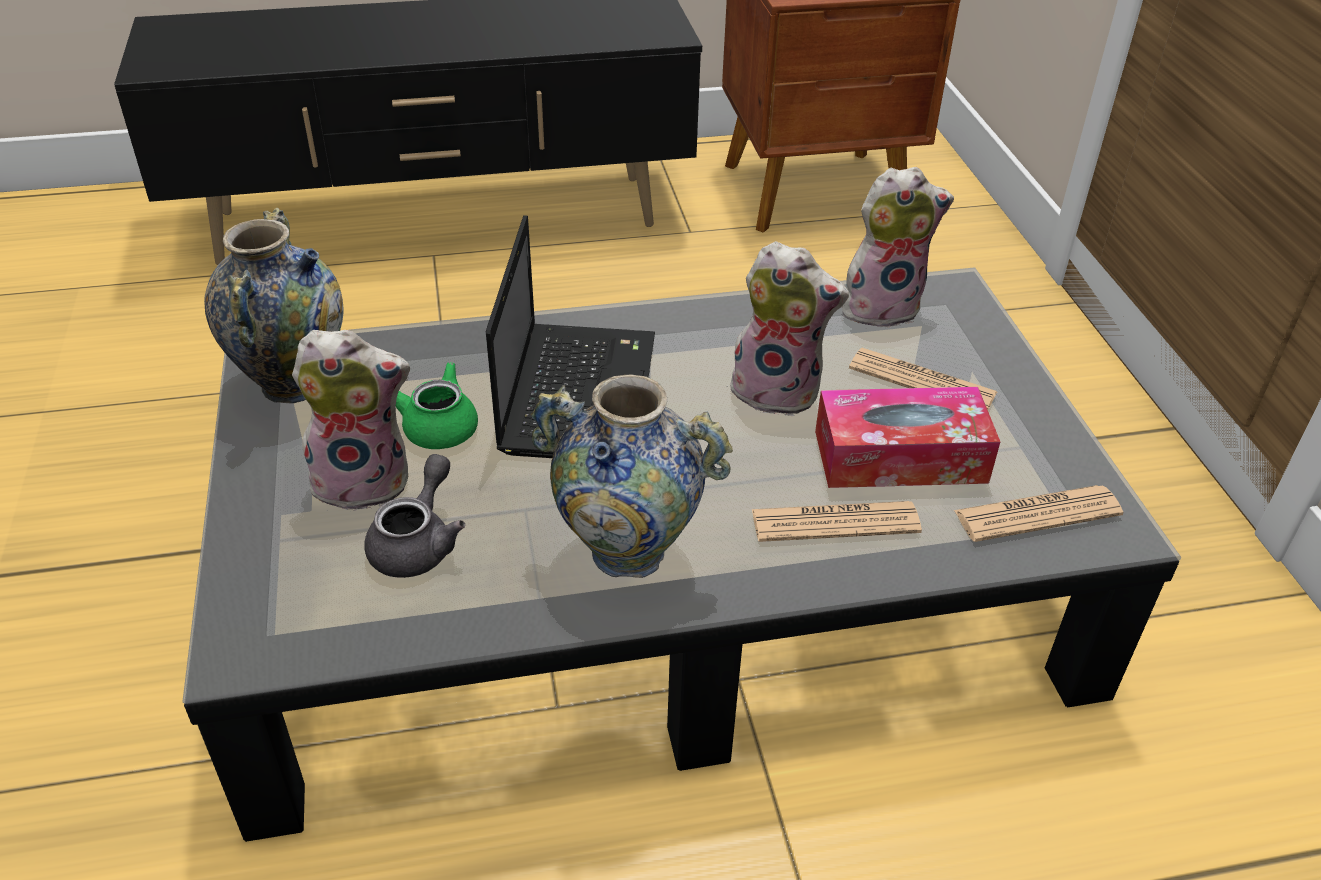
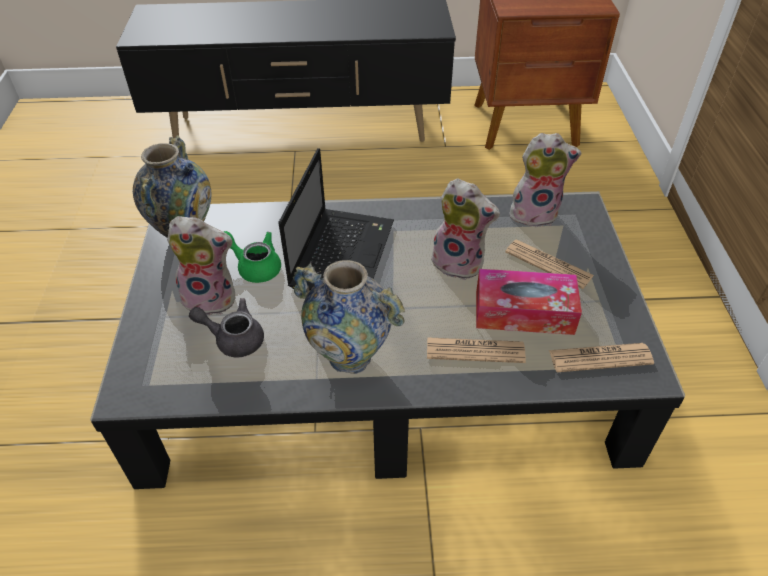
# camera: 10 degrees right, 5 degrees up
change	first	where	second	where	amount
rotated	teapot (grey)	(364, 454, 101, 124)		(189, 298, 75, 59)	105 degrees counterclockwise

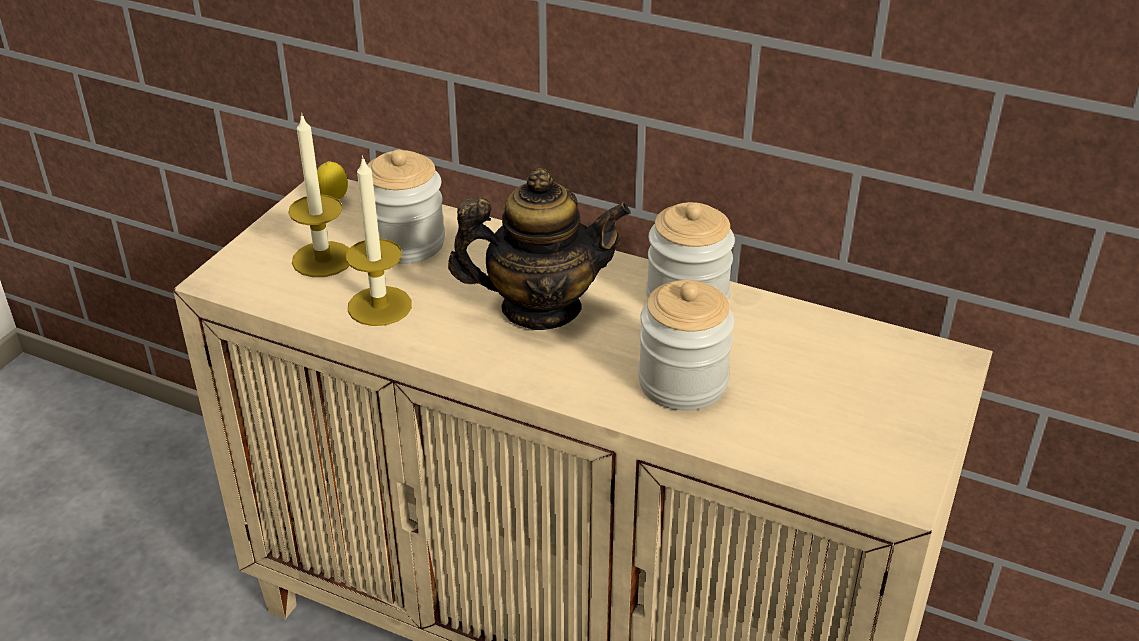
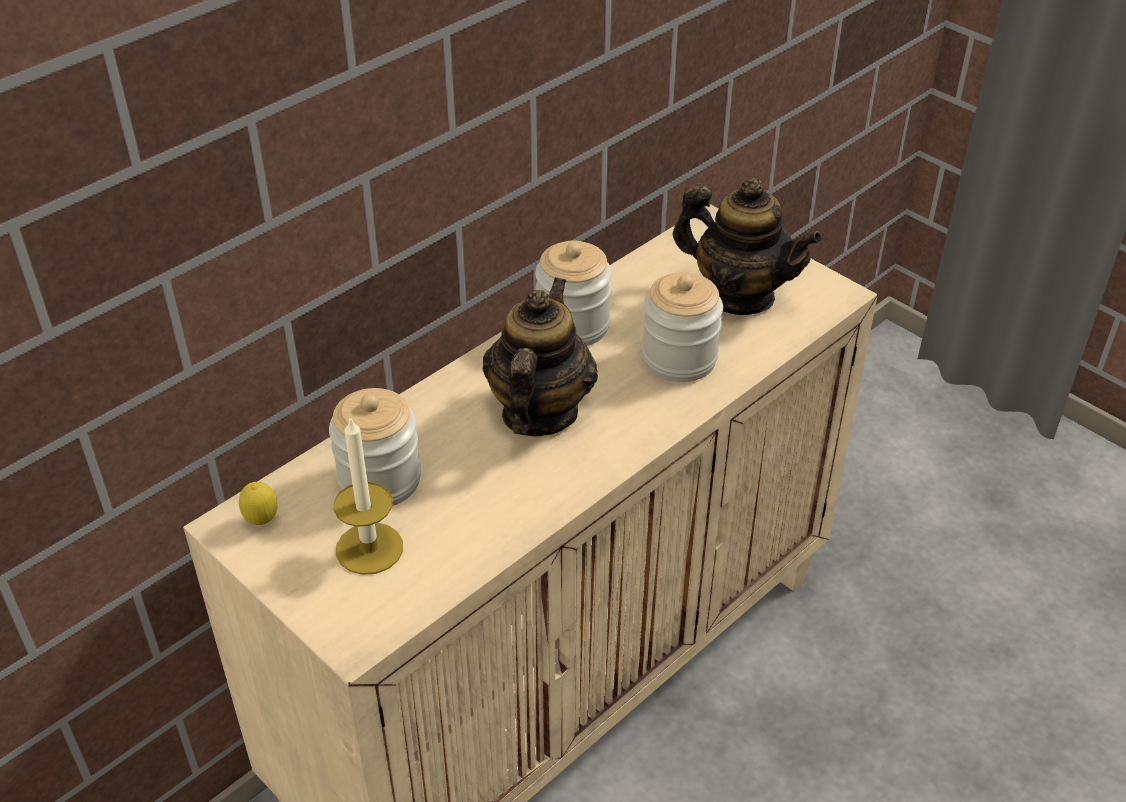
# camera: 70 degrees left, 5 degrees up
change	first	where	second	where	amount
gone	candle	(346, 155, 66, 171)			
new			teapot	(673, 178, 149, 137)	

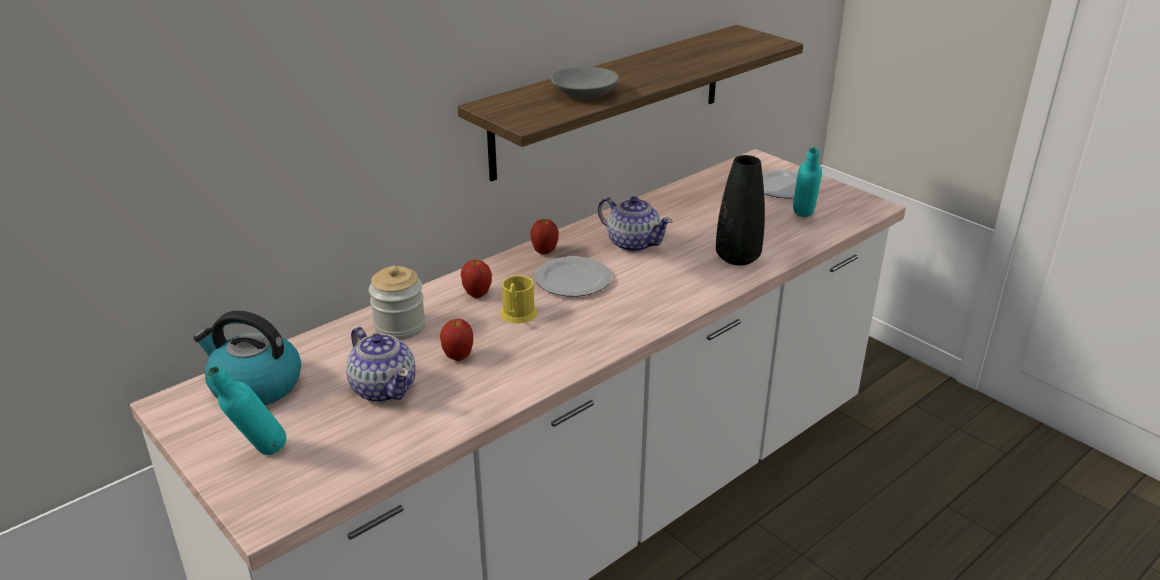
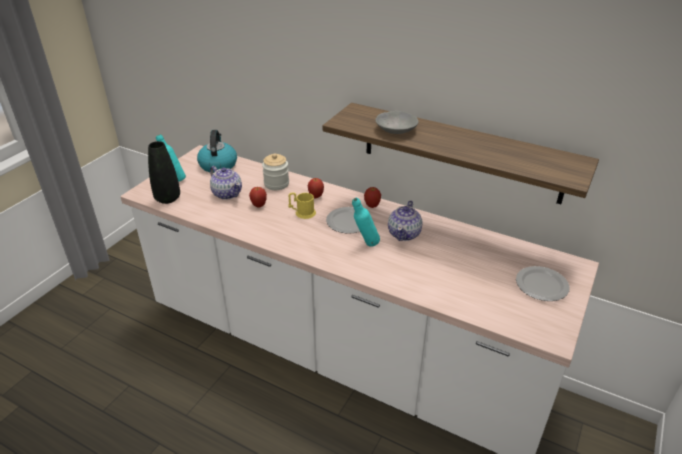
# camera: 70 degrees right, 5 degrees up
change	first	where	second	where	amount
shifted	bottle (turquoise)	(793, 147, 29, 70)		(352, 198, 28, 49)	
shifted	vase (black)	(716, 155, 49, 111)		(148, 141, 32, 63)	
rotated	teapot	(346, 327, 70, 76)		(210, 166, 32, 34)	75 degrees counterclockwise

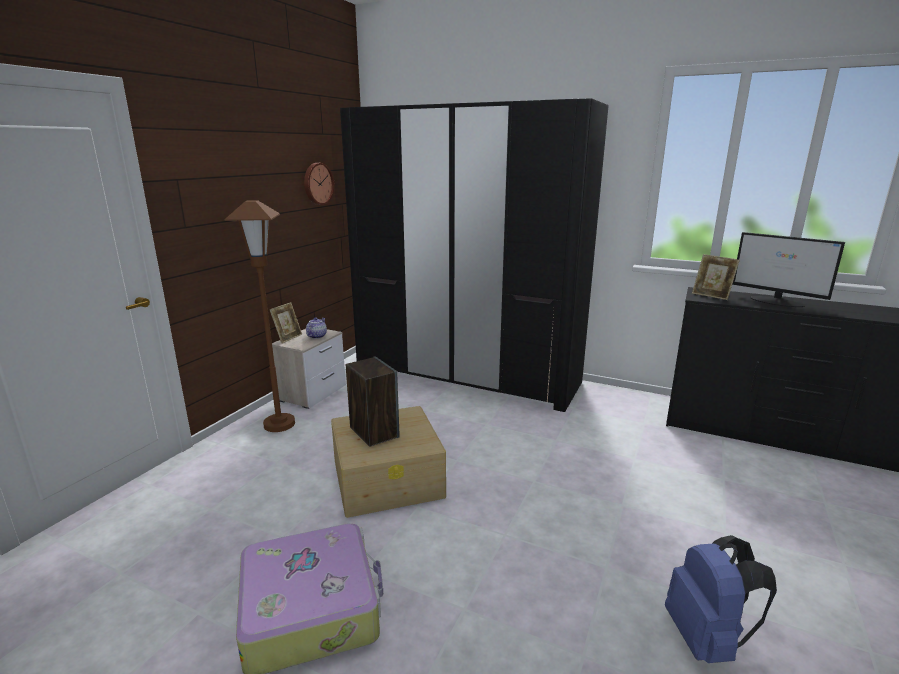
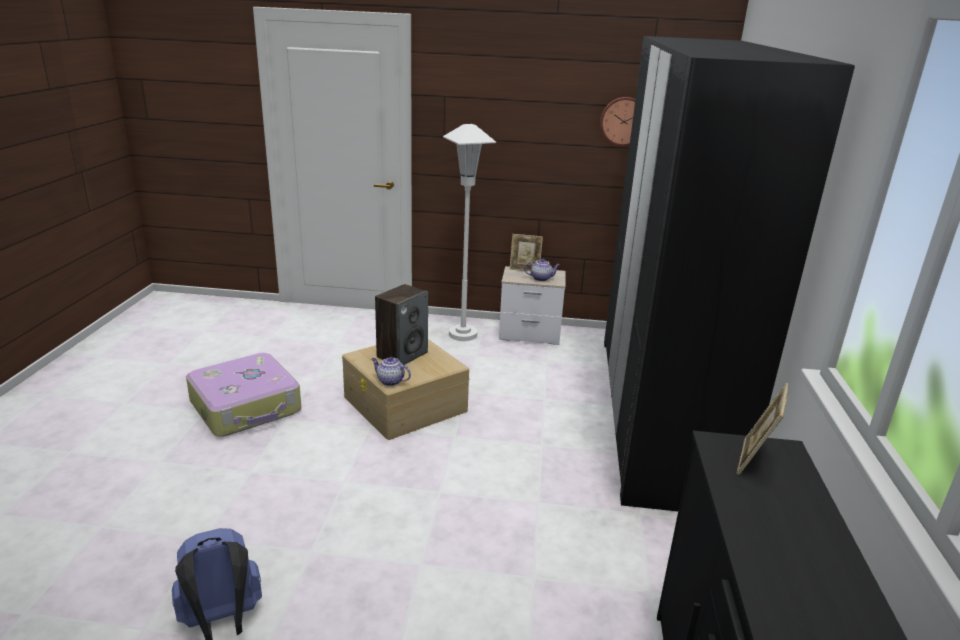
# camera: 70 degrees right, 5 degrees up
change	first	where	second	where	amount
repainted	floor lamp (brown)	(224, 200, 71, 232)	floor lamp (white)	(443, 124, 53, 217)	
gone	monitor	(732, 232, 113, 75)			
new			teapot	(371, 357, 40, 29)	

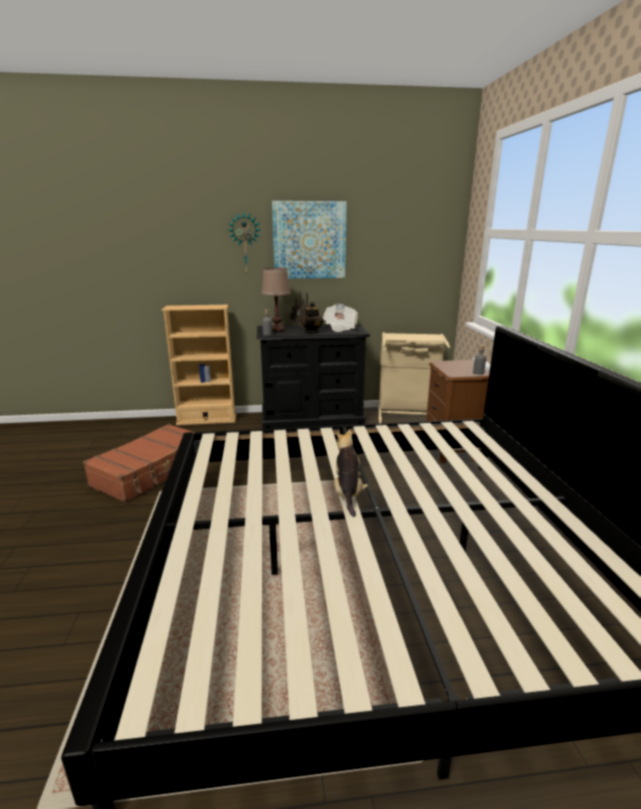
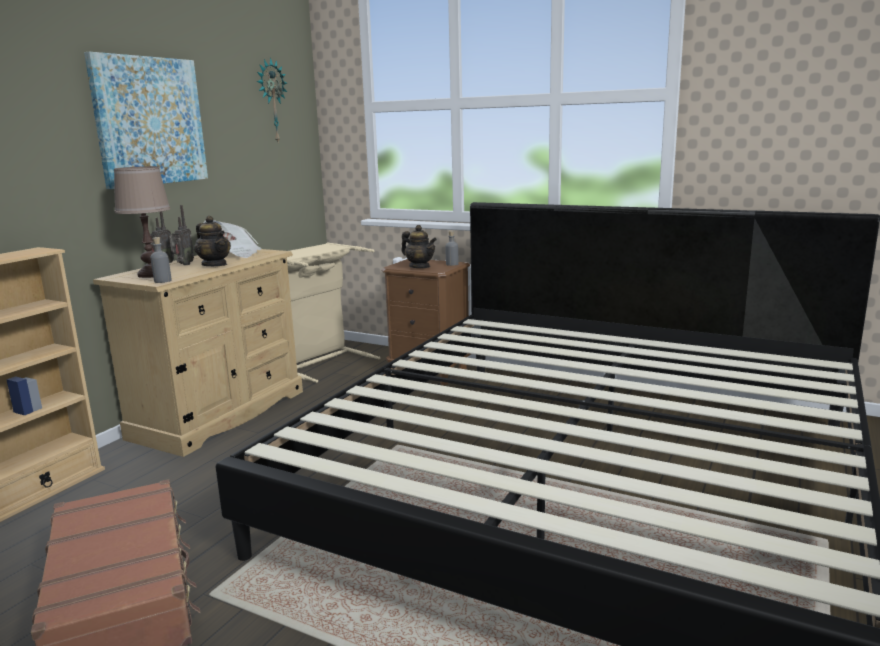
# camera: 55 degrees left, 5 degrees down
change	first	where	second	where	amount
shifted	wall clock	(228, 211, 32, 63)		(257, 58, 30, 84)	
repainted	dresser (black)	(257, 324, 113, 105)	dresser (beige)	(93, 249, 210, 208)	
gone	plush toy	(334, 429, 34, 88)			
new			teapot	(401, 225, 36, 43)	

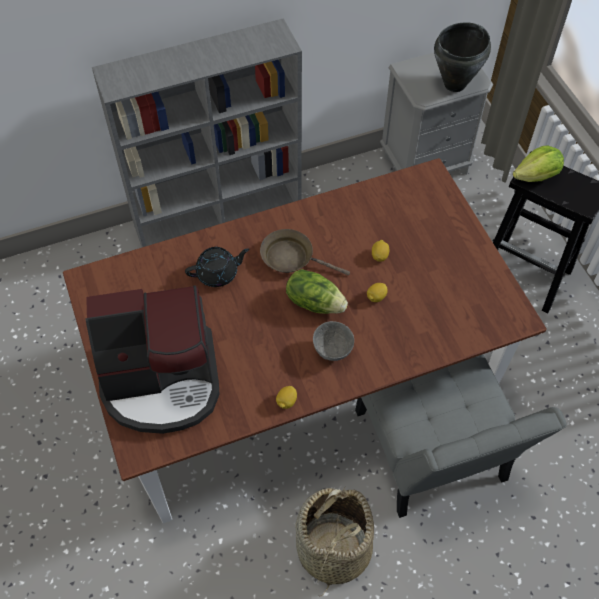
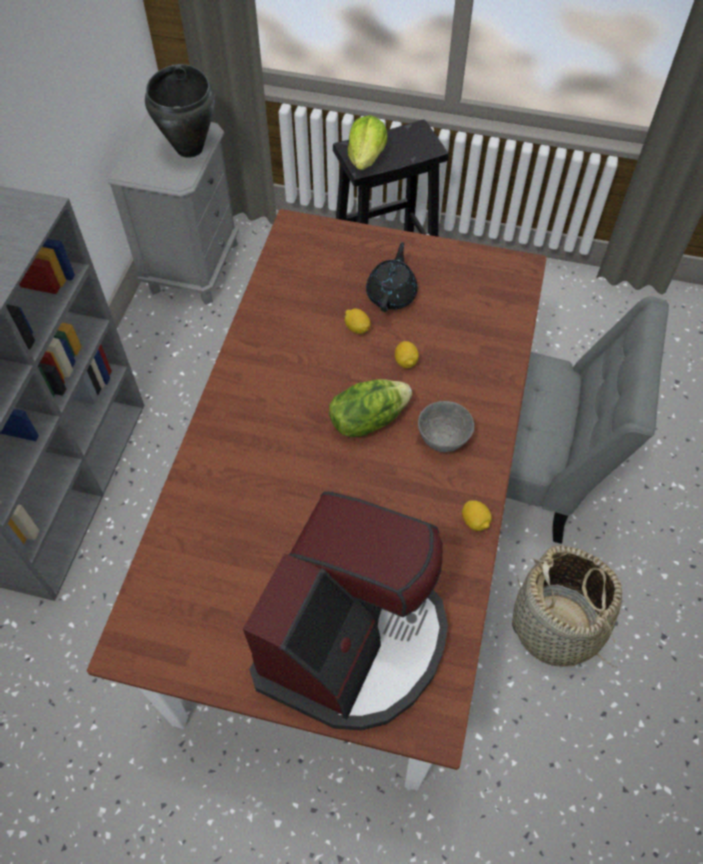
# camera: 55 degrees left, 0 degrees up
change	first	where	second	where	amount
gone	frying pan (brown)	(260, 229, 90, 46)			
shifted	teapot (black)	(185, 247, 65, 40)		(366, 242, 52, 70)	

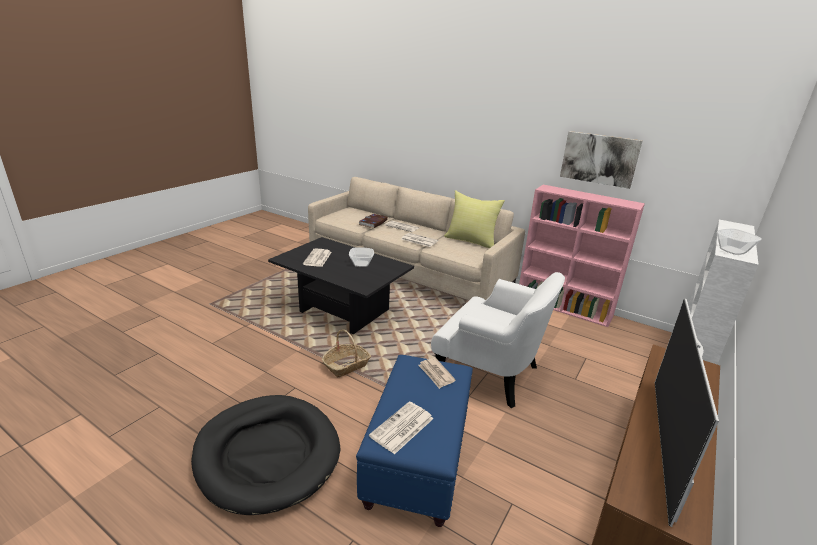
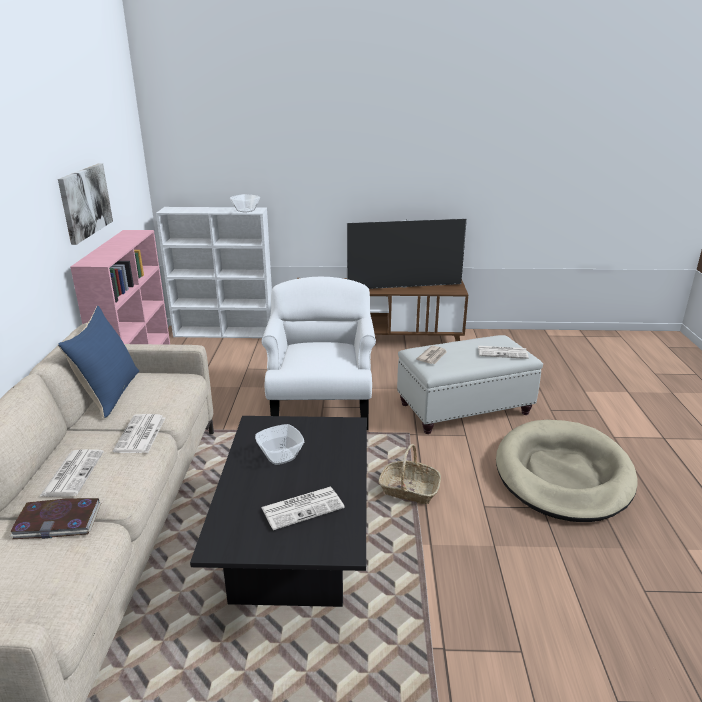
# camera: 120 degrees left, 0 degrees up
change	first	where	second	where	amount
repainted	pillow (yellow)	(444, 190, 61, 58)	pillow (blue)	(58, 306, 81, 112)	
repainted	ottoman (blue)	(356, 355, 117, 172)	ottoman (white)	(397, 335, 146, 99)	
repainted	dog bed (black)	(191, 395, 149, 120)	dog bed (beige)	(496, 420, 142, 102)	

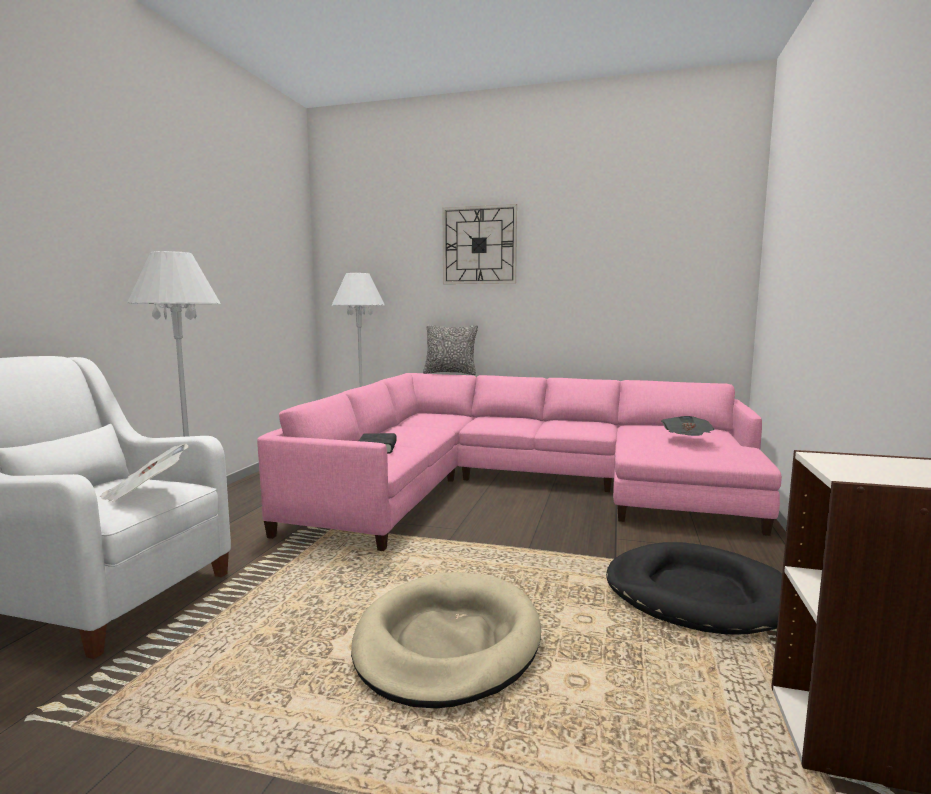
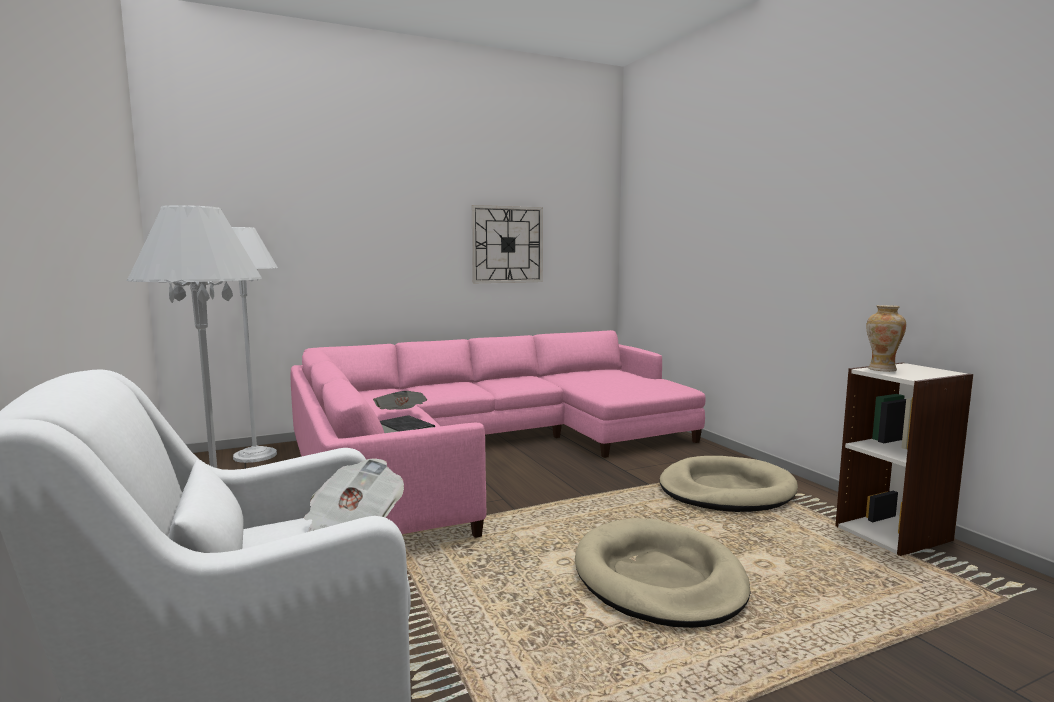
# camera: 40 degrees left, 0 degrees up
change	first	where	second	where	amount
shifted	wall clock	(443, 204, 74, 80)		(472, 205, 71, 78)	
gone	pillow	(423, 325, 55, 50)			
shifted	newspaper	(661, 416, 53, 20)		(373, 391, 55, 19)	
repainted	dog bed (black)	(606, 542, 176, 93)	dog bed (beige)	(660, 456, 138, 56)	
new			vase	(866, 305, 40, 67)	

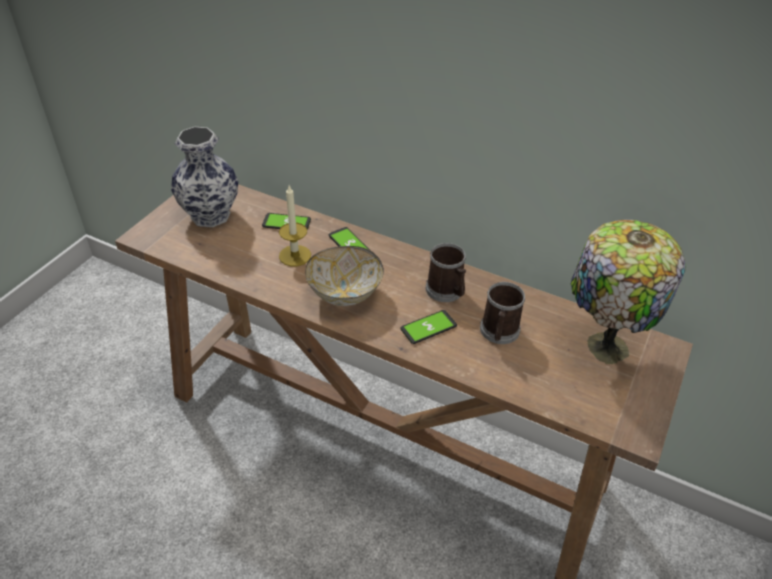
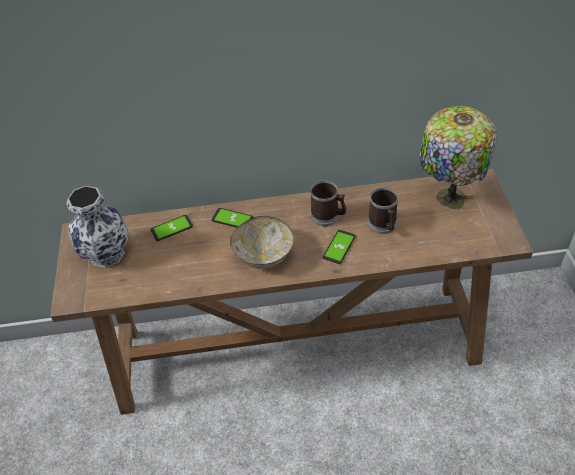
# camera: 30 degrees left, 5 degrees up
change	first	where	second	where	amount
gone	candle	(279, 185, 32, 81)			

